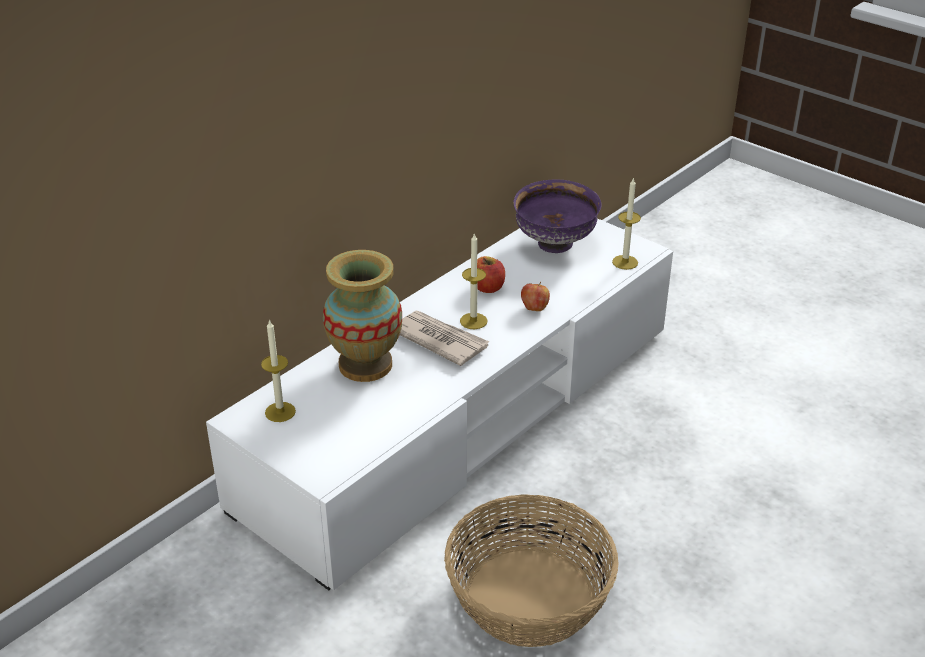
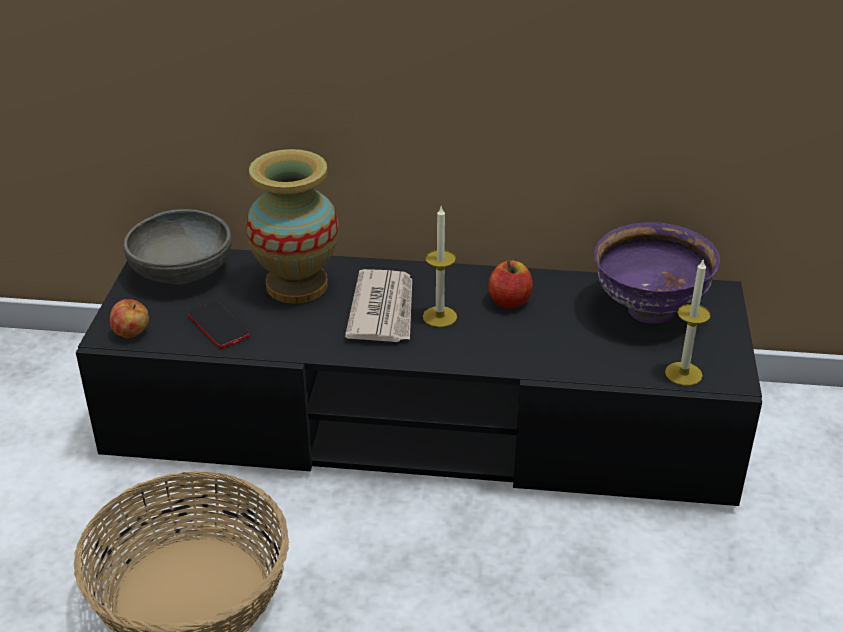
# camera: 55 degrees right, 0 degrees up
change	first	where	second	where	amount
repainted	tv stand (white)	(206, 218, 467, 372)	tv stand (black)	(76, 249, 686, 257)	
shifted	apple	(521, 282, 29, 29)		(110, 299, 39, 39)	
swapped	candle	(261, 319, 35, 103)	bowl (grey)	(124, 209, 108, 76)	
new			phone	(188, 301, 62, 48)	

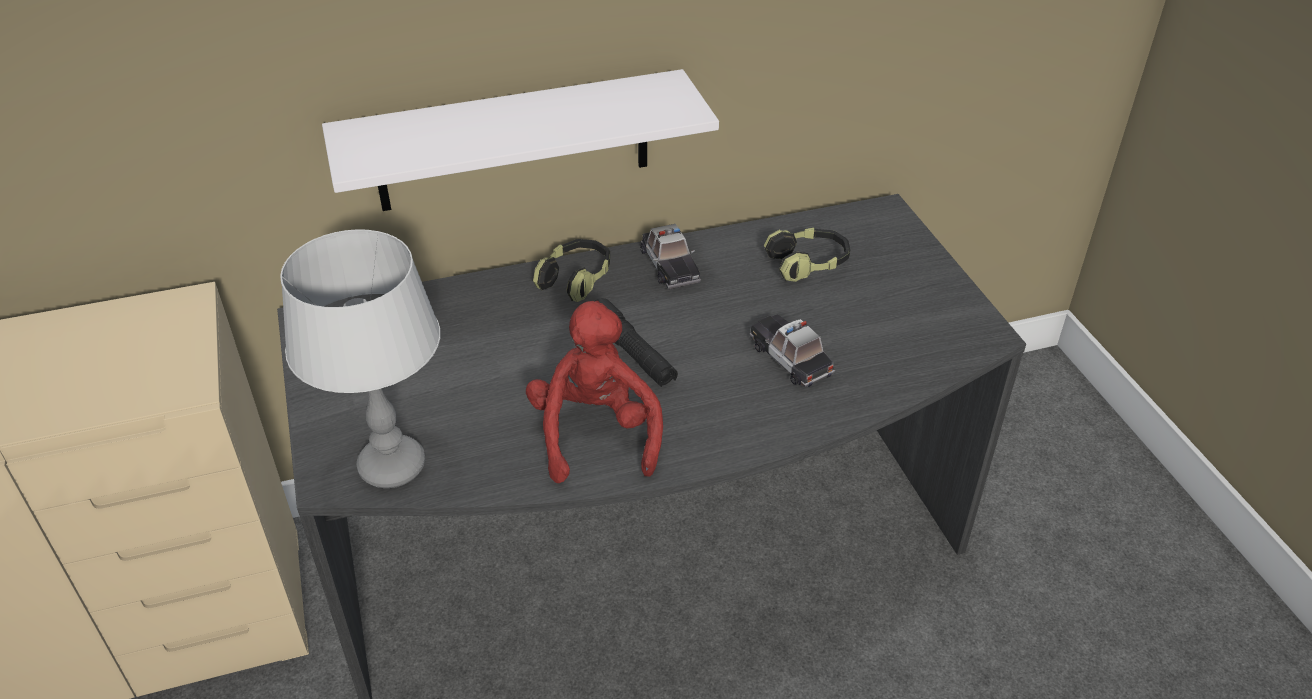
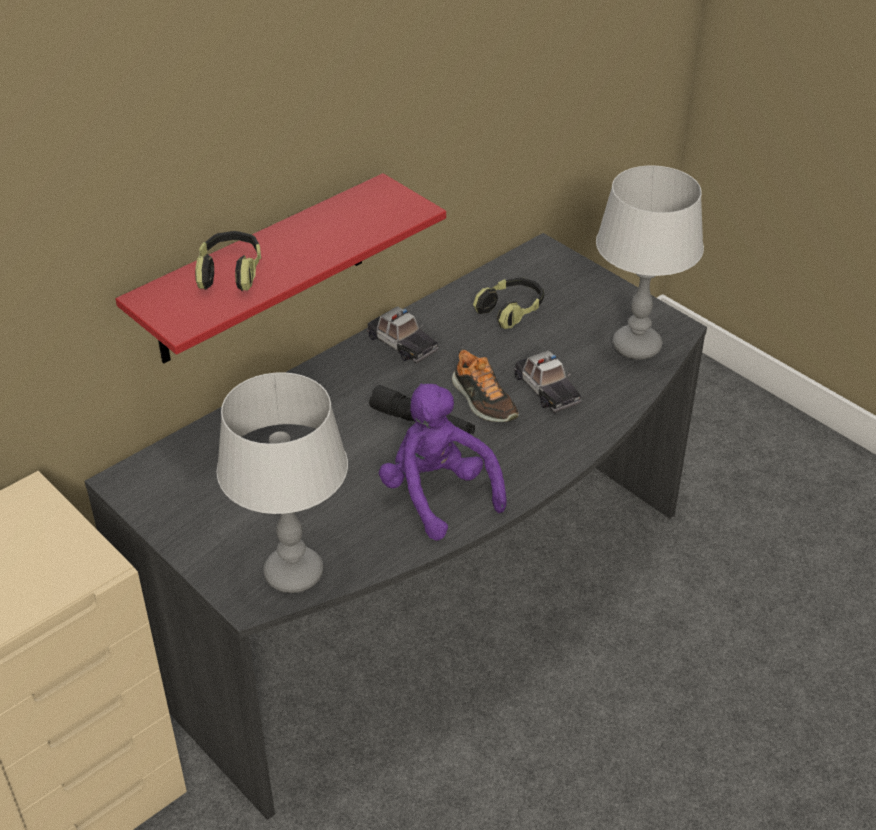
# camera: 25 degrees left, 0 degrees up
change	first	where	second	where	amount
repainted	shelf (white)	(322, 69, 397, 142)	shelf (red)	(116, 173, 330, 190)	
shifted	headphones	(533, 239, 77, 63)		(195, 231, 66, 60)	
repainted	plush toy (red)	(526, 301, 137, 182)	plush toy (purple)	(379, 383, 128, 158)	
rotated	toy car	(749, 314, 86, 73)		(514, 350, 67, 63)	150 degrees counterclockwise
new			table lamp (grey)	(596, 165, 108, 195)	
new			shoe	(452, 349, 67, 73)	

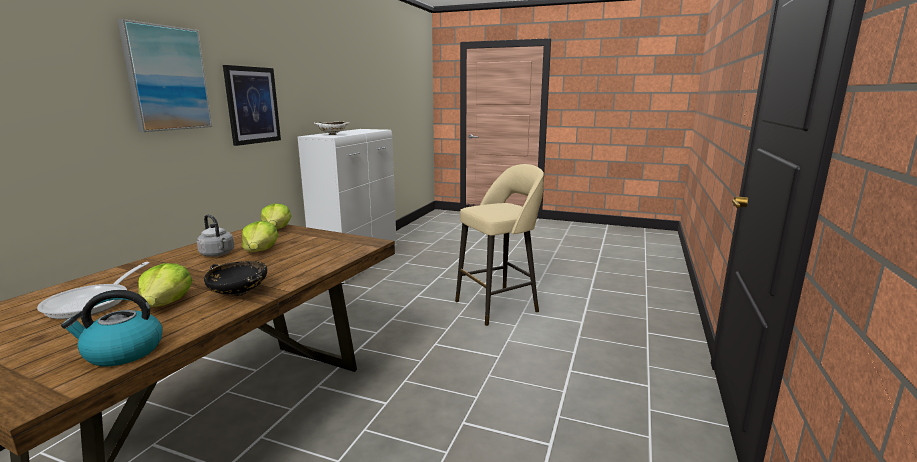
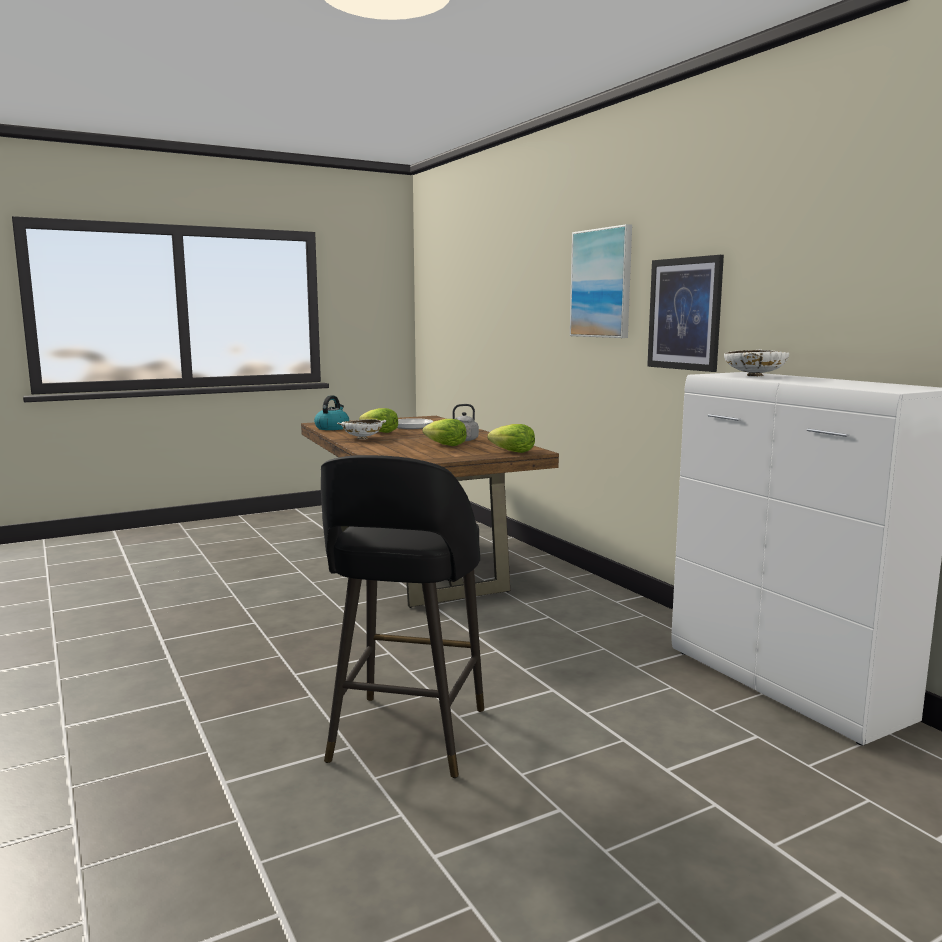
# camera: 130 degrees right, 5 degrees down
change	first	where	second	where	amount
repainted	stool (beige)	(455, 164, 89, 162)	stool (black)	(321, 455, 163, 323)	
repainted	bowl (black)	(204, 261, 63, 35)	bowl (white)	(337, 419, 49, 20)	

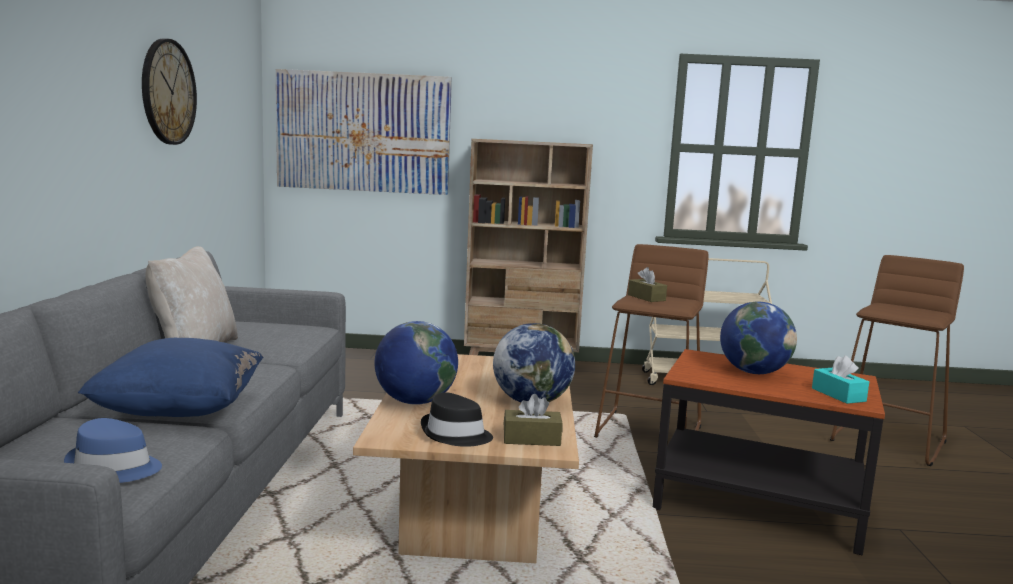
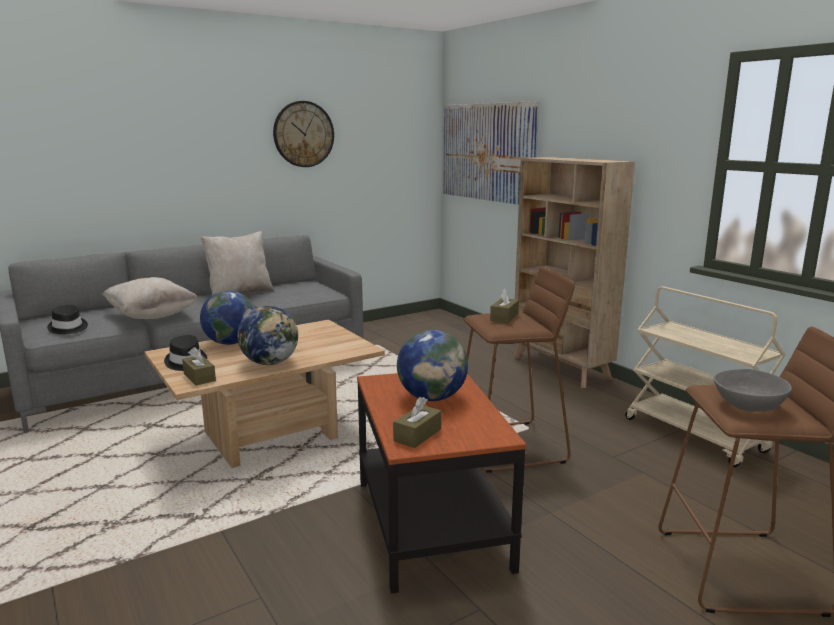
# camera: 55 degrees right, 5 degrees up
change	first	where	second	where	amount
repainted	pillow (blue)	(78, 338, 185, 79)	pillow (beige)	(102, 277, 96, 42)	
repainted	tissue box (turquoise)	(812, 355, 57, 49)	tissue box (brown)	(393, 397, 49, 51)	
repainted	hat (blue)	(64, 418, 98, 65)	hat (black)	(47, 305, 41, 29)	
new			bowl (grey)	(714, 369, 78, 43)	

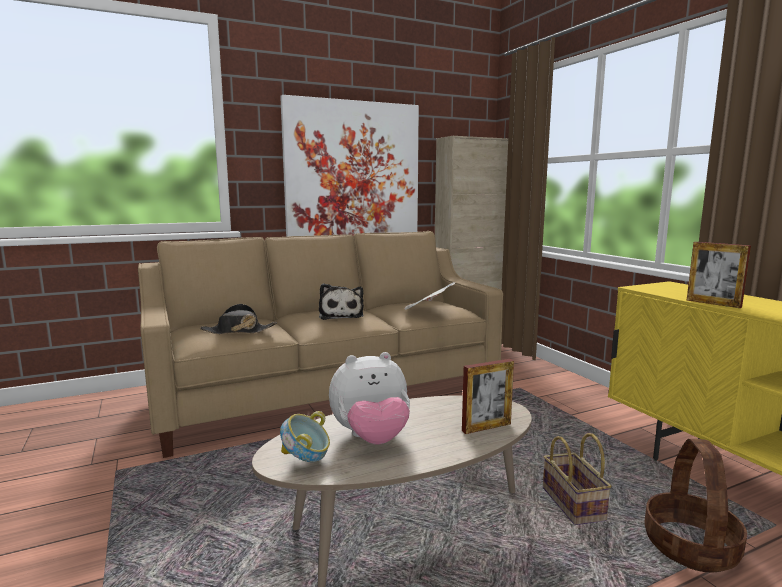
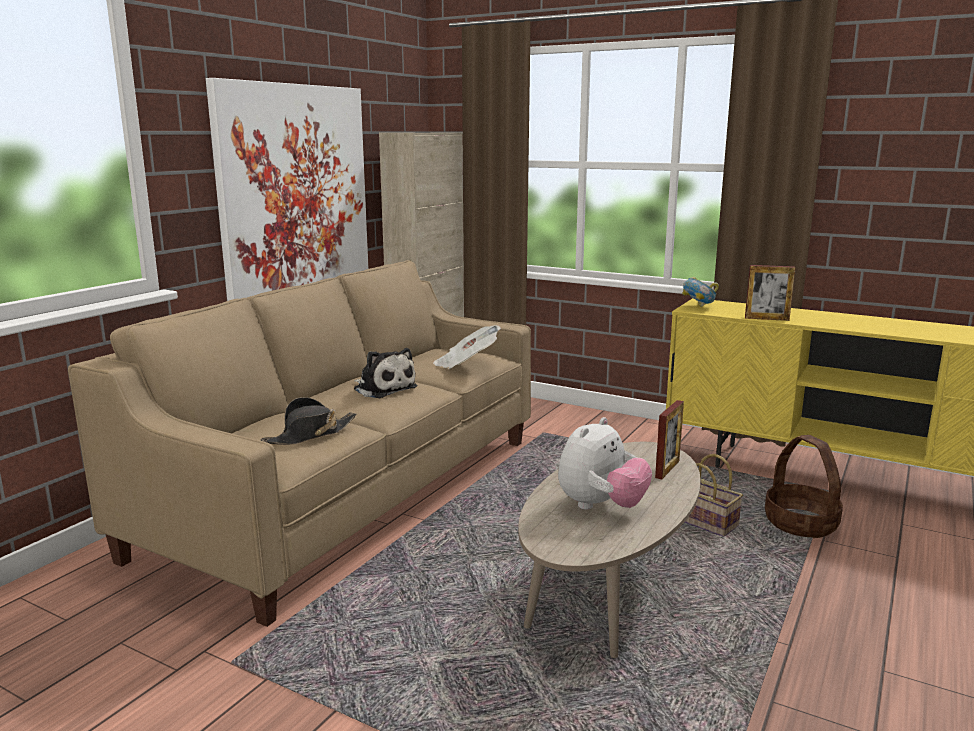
# camera: 35 degrees left, 5 degrees up
change	first	where	second	where	amount
shifted	bowl	(280, 411, 50, 51)		(682, 277, 37, 30)	

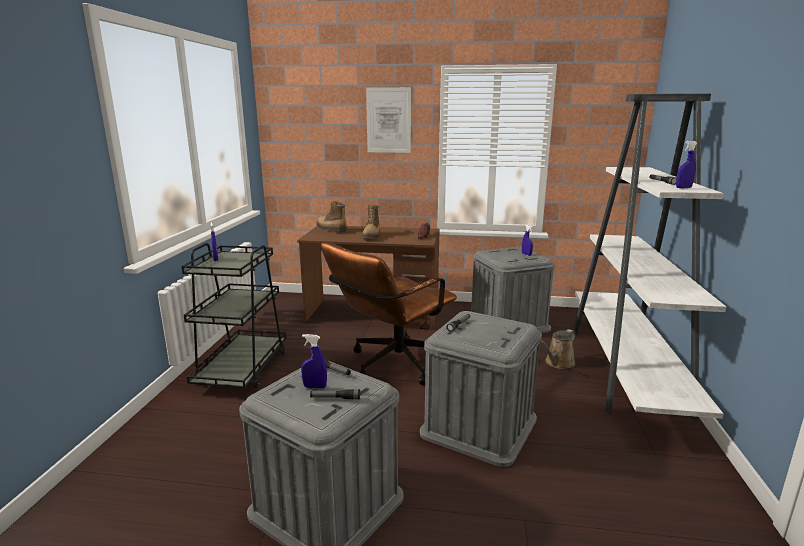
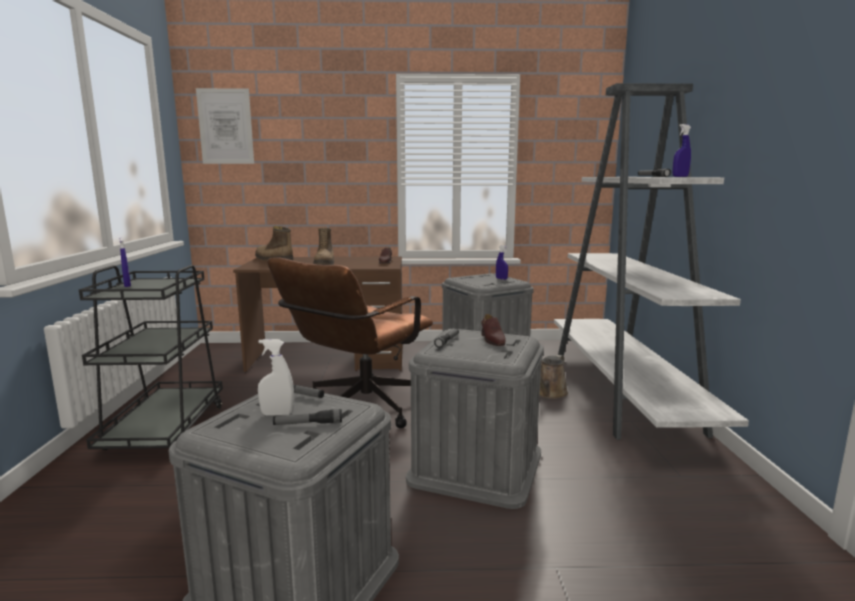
# camera: 10 degrees left, 5 degrees down
change	first	where	second	where	amount
shifted	picture	(366, 87, 45, 66)		(196, 88, 58, 76)	
repainted	spray bottle (blue)	(301, 334, 26, 55)	spray bottle (white)	(258, 339, 36, 77)	
new			shoe (brown)	(481, 314, 25, 32)	

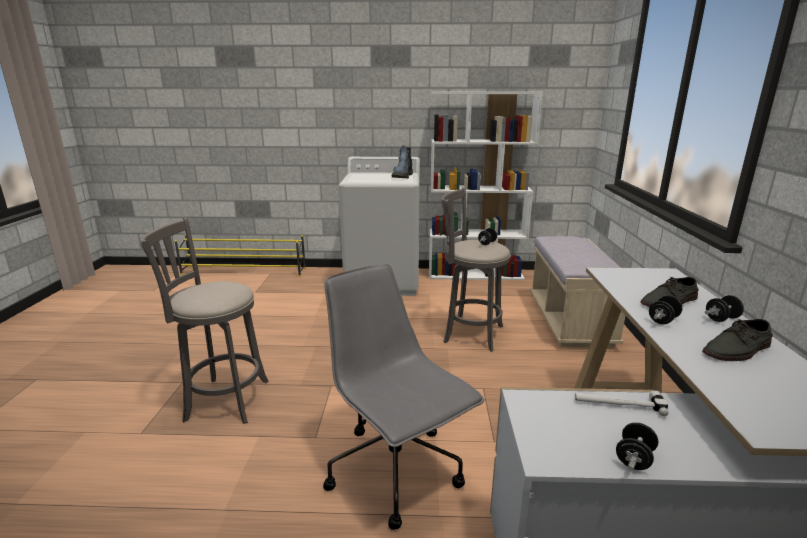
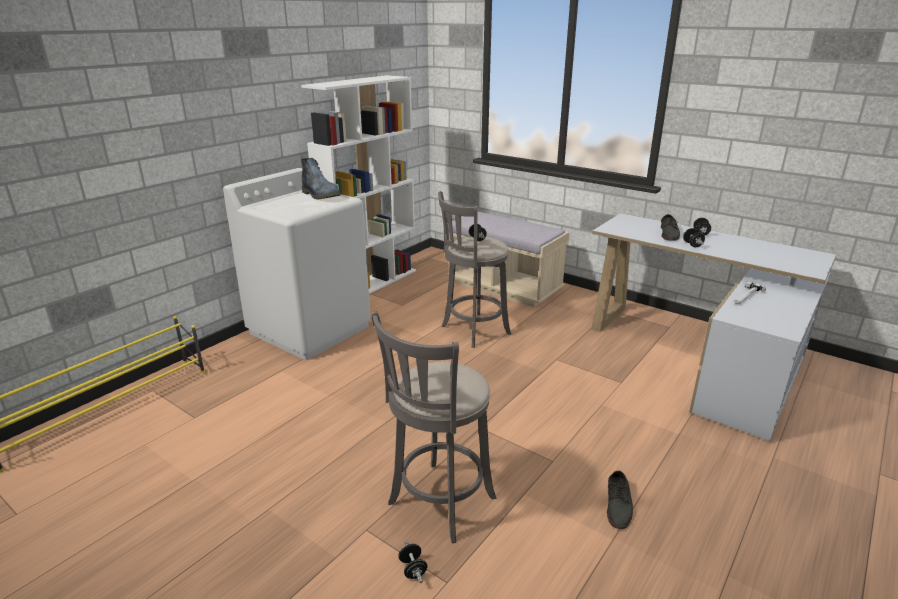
# camera: 55 degrees left, 5 degrees up
change	first	where	second	where	amount
gone	office chair (grey)	(323, 264, 162, 266)			
shifted	shoe (grey)	(702, 319, 71, 42)		(607, 471, 26, 58)	
shifted	dumbbell (black)	(616, 423, 42, 48)		(398, 540, 29, 43)	

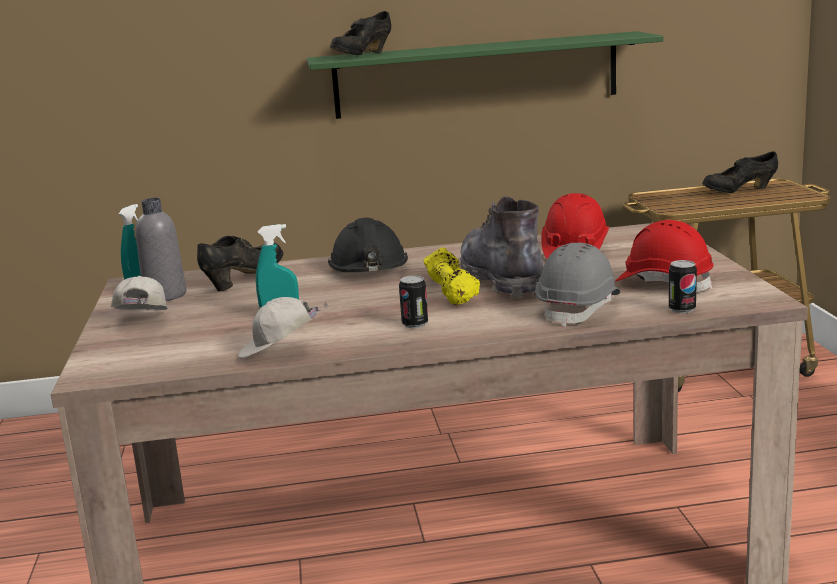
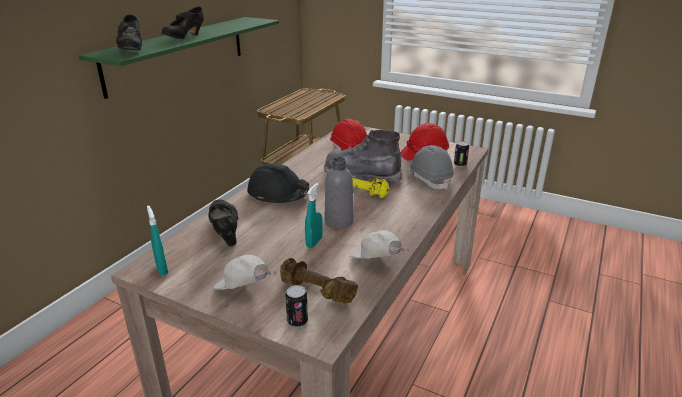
# camera: 55 degrees left, 10 degrees up
change	first	where	second	where	amount
shifted	shoe (black)	(702, 152, 76, 41)		(162, 6, 42, 33)	
shifted	bottle (grey)	(136, 198, 50, 103)		(325, 157, 29, 71)	
shifted	can	(399, 276, 29, 52)		(285, 285, 23, 42)	
rotated	cap (white)	(238, 297, 91, 62)		(350, 230, 60, 29)	105 degrees clockwise
new			dumbbell (brown)	(280, 258, 78, 45)	

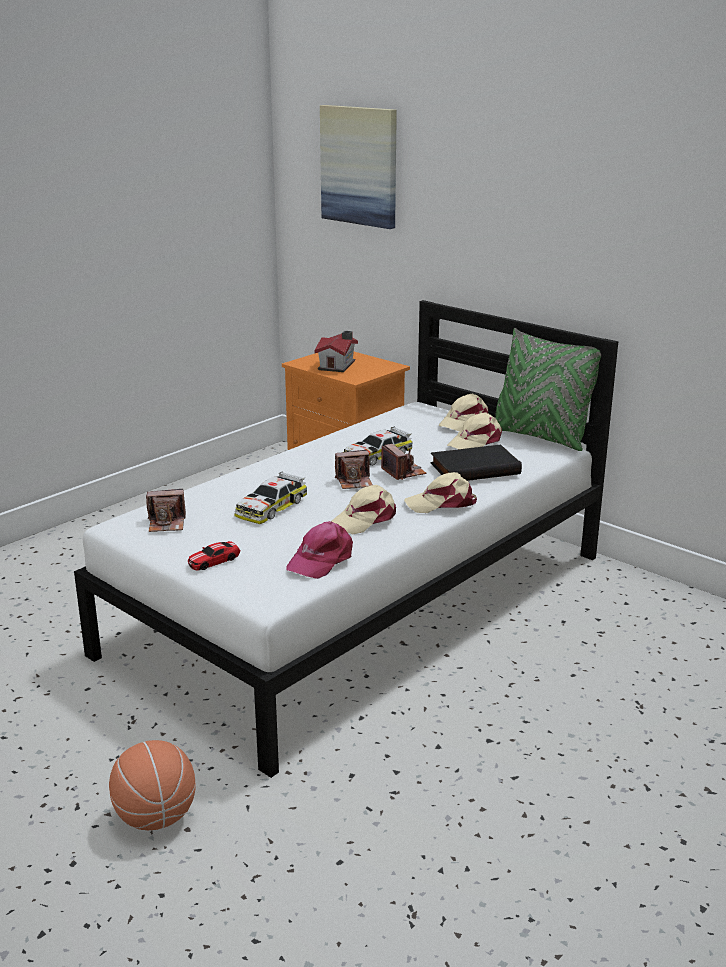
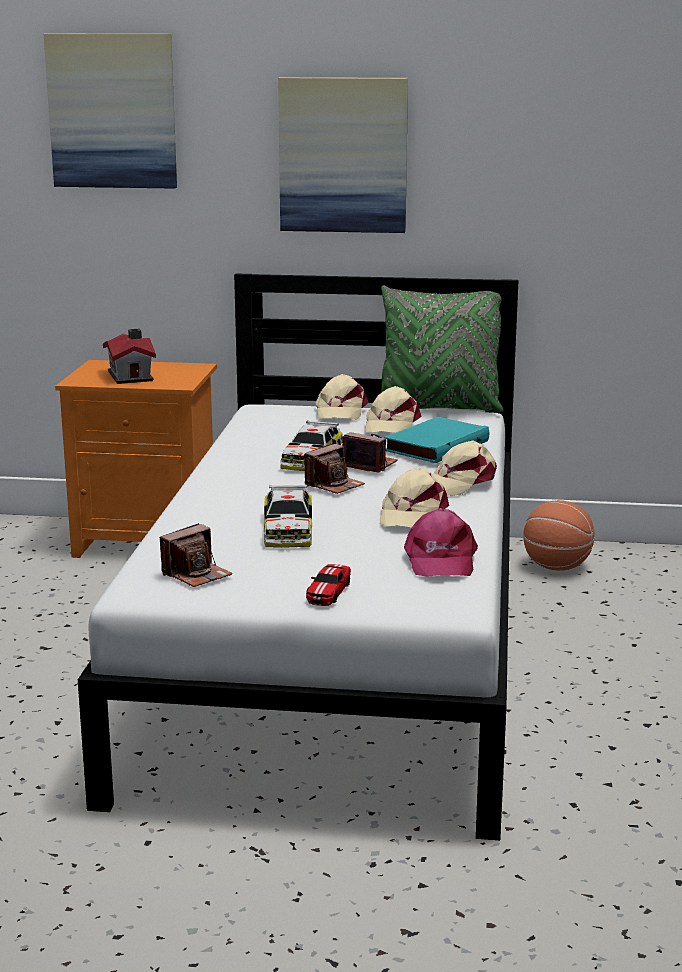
# camera: 35 degrees left, 5 degrees down
change	first	where	second	where	amount
repainted	book (black)	(430, 445, 92, 36)	book (turquoise)	(384, 417, 105, 46)	
shifted	basketball	(109, 740, 87, 90)		(523, 500, 72, 71)	
new			picture	(278, 77, 130, 156)	

